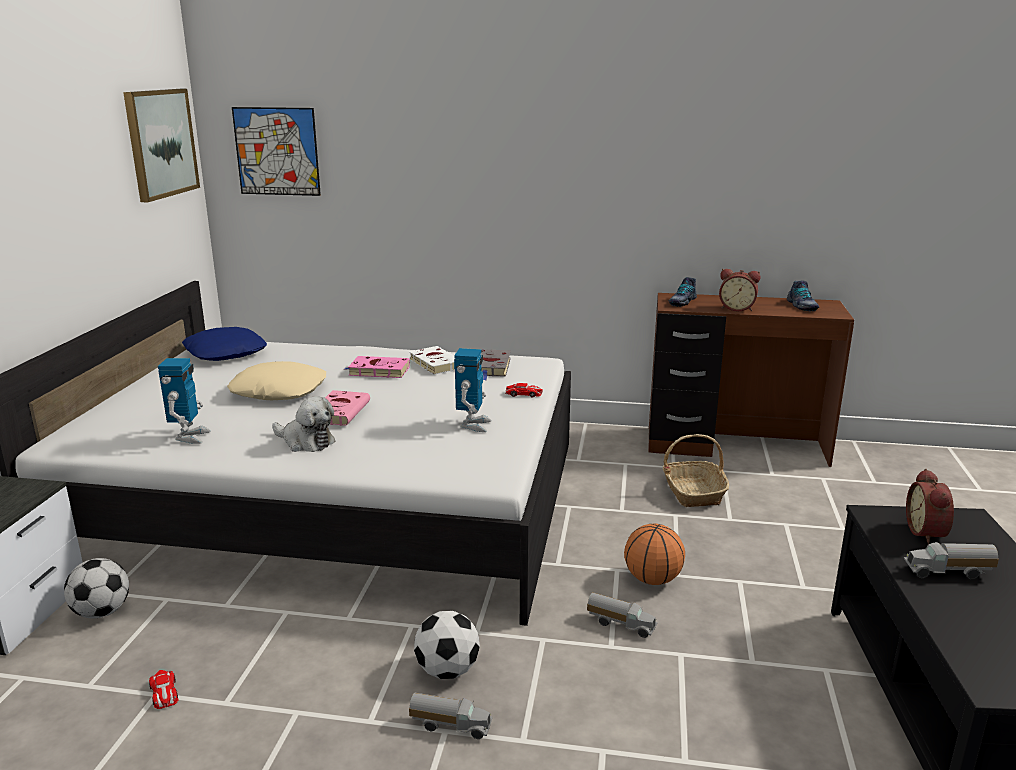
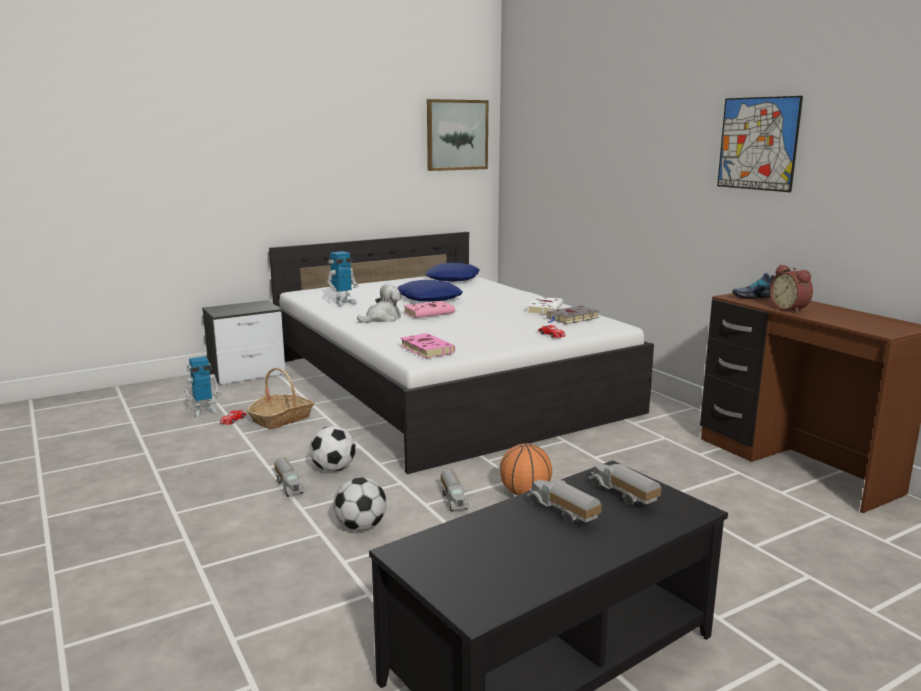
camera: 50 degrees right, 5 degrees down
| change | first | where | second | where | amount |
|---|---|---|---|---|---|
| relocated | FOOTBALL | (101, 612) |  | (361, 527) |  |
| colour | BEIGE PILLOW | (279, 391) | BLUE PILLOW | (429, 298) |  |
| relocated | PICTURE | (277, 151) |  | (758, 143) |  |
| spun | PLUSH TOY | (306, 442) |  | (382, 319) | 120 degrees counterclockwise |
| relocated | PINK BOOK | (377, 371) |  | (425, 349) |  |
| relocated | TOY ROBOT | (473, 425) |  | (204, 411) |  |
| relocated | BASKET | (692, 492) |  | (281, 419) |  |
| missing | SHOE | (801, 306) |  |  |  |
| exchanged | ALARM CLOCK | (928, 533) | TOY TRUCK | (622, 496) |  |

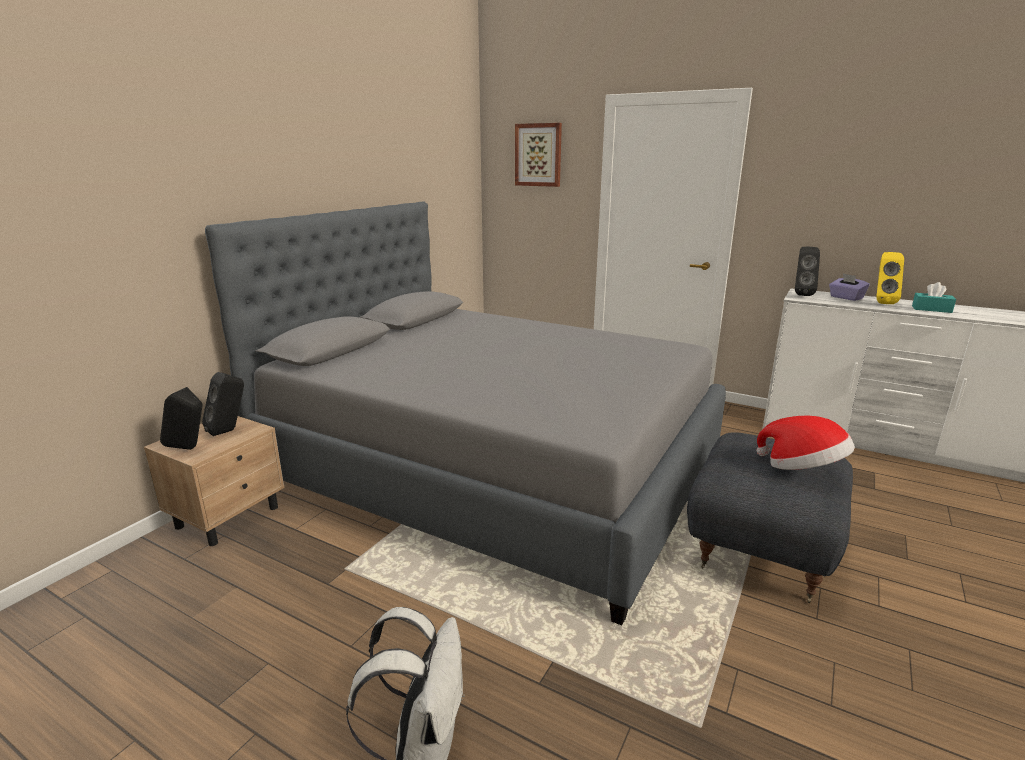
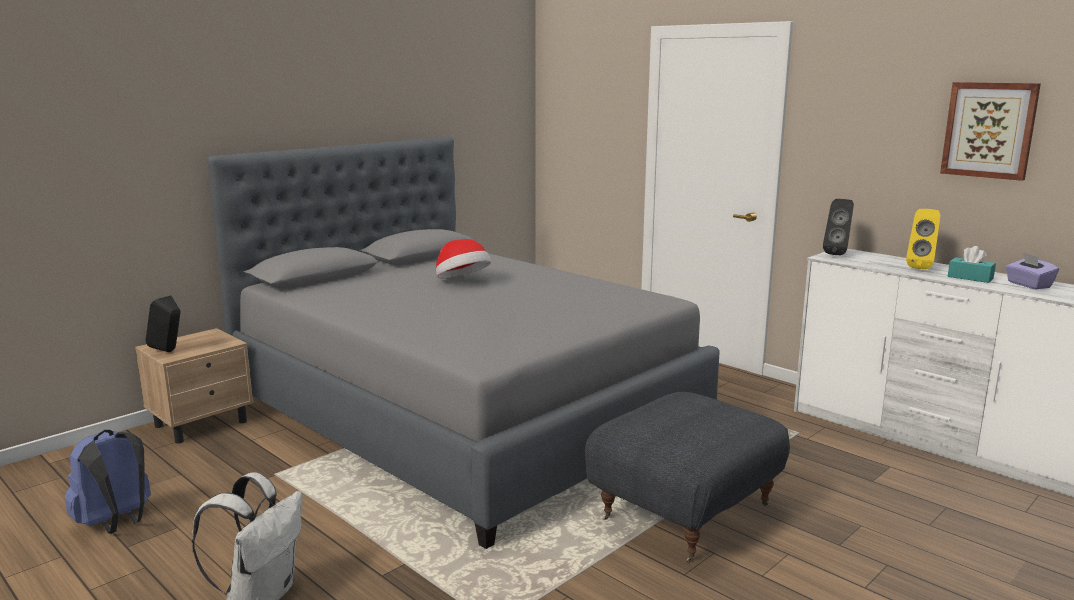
camera: 15 degrees right, 5 degrees down
| change | first | where | second | where | amount |
|---|---|---|---|---|---|
| missing | BLACK SPEAKER | (229, 431) |  |  |  |
| relocated | PICTURE | (538, 155) |  | (989, 130) |  |
| relocated | HAT | (802, 469) |  | (462, 281) |  |
| relocated | PURPLE TISSUE BOX | (846, 298) |  | (1028, 285) |  |
| appeared |  |  | BLUE BACKPACK | (116, 523) |  |

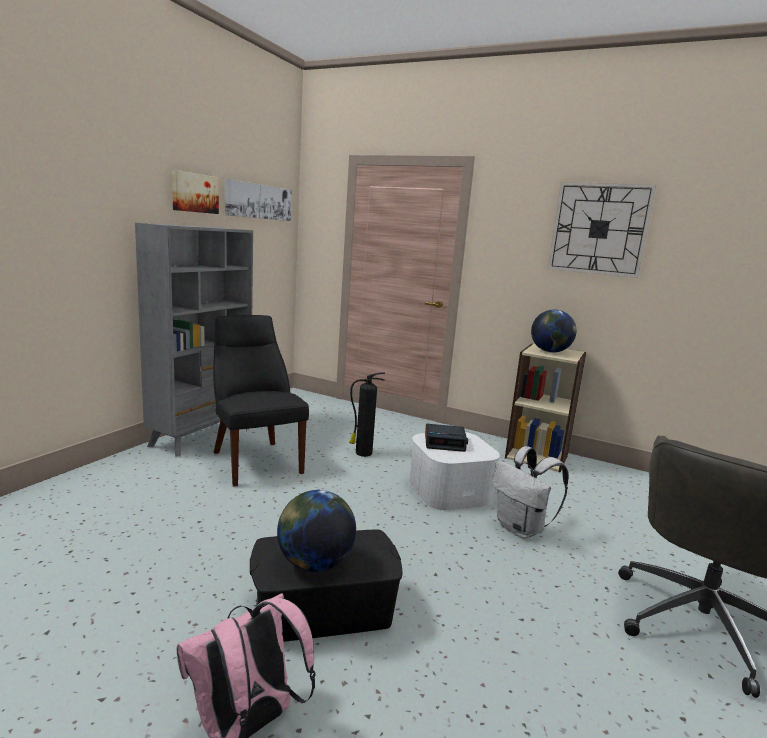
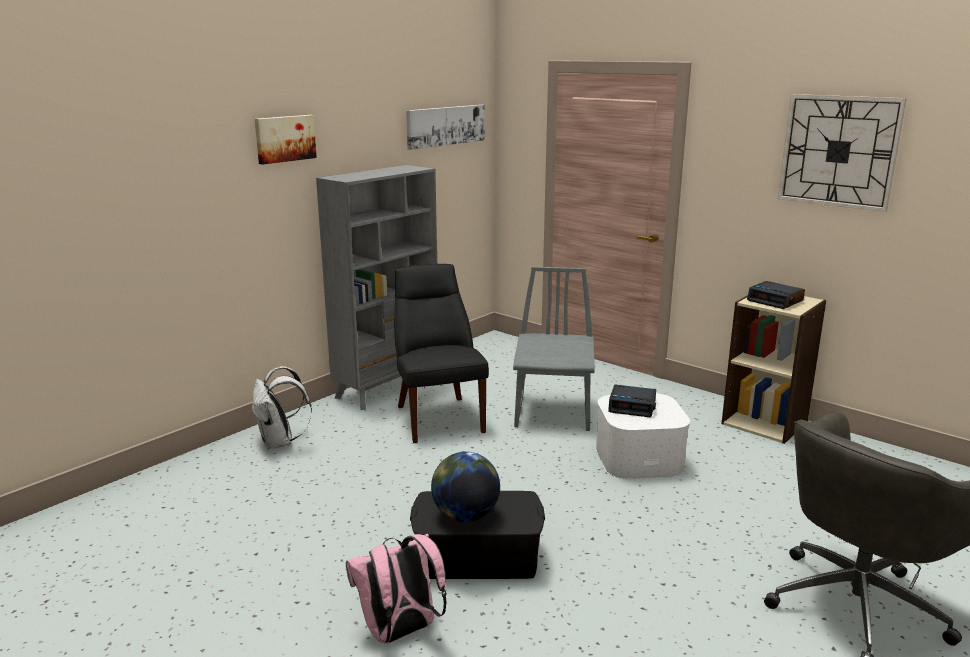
camera: 15 degrees right, 5 degrees up
| change | first | where | second | where | amount |
|---|---|---|---|---|---|
| relocated | PICTURE | (194, 193) |  | (284, 138) |  |
| exchanged | FIRE EXTINGUISHER | (362, 453) | GREY CHAIR | (554, 412) |  |
| relocated | WHITE BACKPACK | (521, 529) |  | (280, 443) |  |
| exchanged | GLOBE | (550, 351) | ALARM CLOCK | (775, 301) |  |

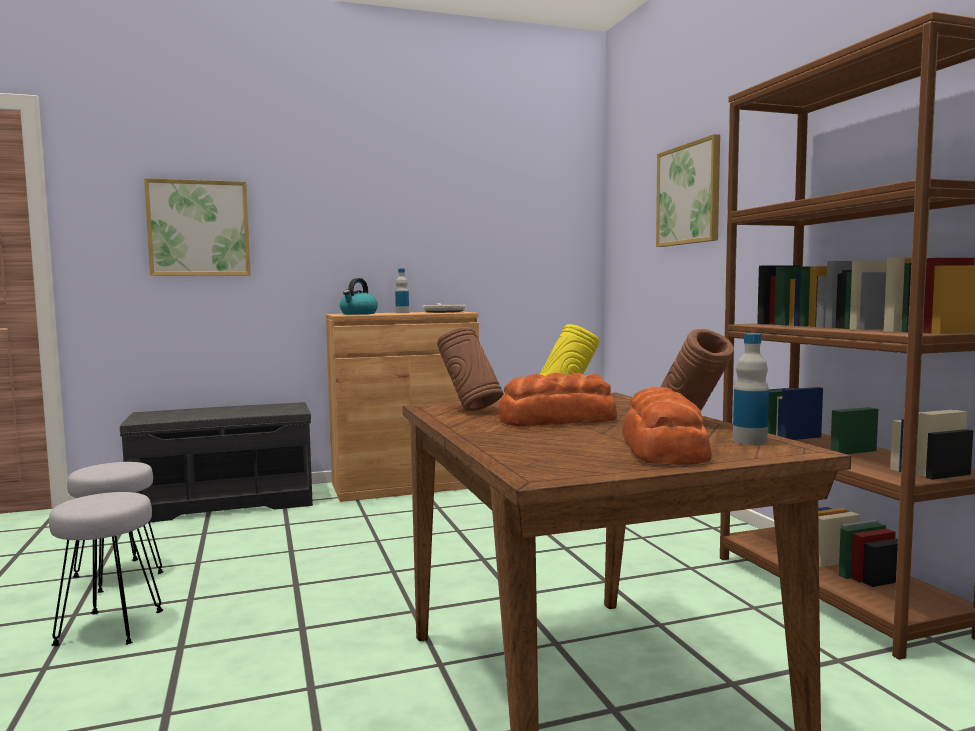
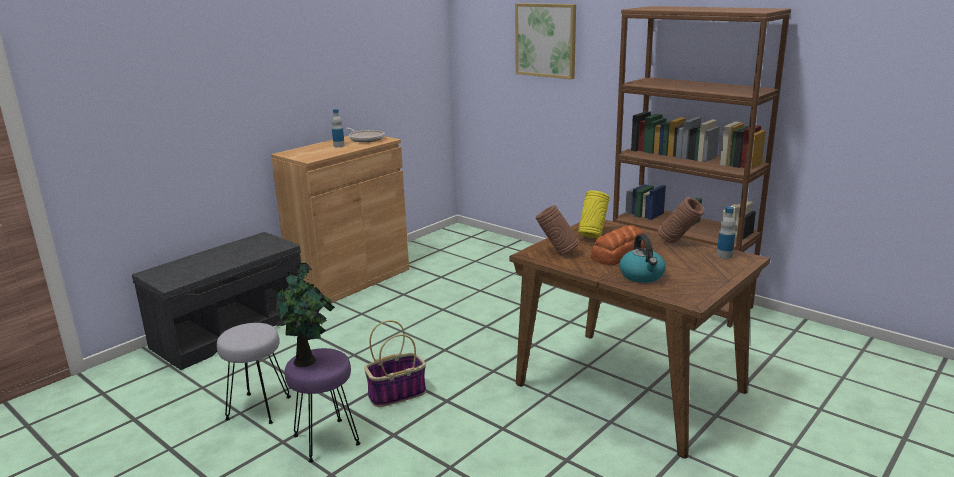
camera: 30 degrees left, 15 degrees up
| change | first | where | second | where | amount |
|---|---|---|---|---|---|
| colour | GREY STOOL | (109, 628) | PURPLE STOOL | (326, 441) |  |
| missing | PICTURE | (199, 228) |  |  |  |
| relocated | KETTLE | (358, 314) |  | (642, 276) |  |
| missing | BREAD | (662, 449) |  |  |  |
| appeared |  |  | POTTED PLANT | (307, 361) |  |
| appeared |  |  | BASKET | (397, 393) |  |

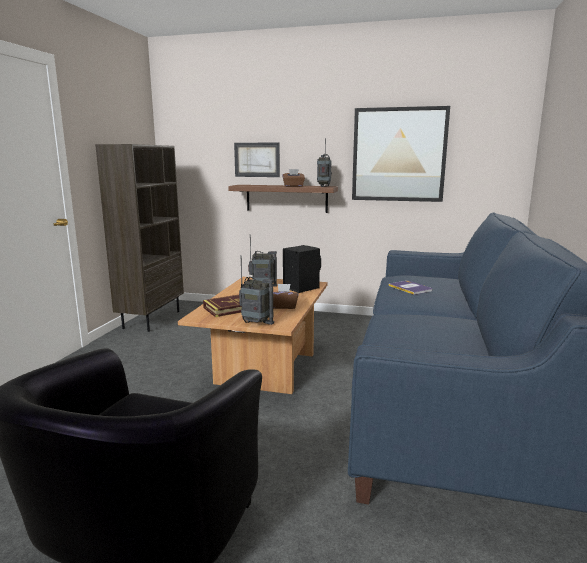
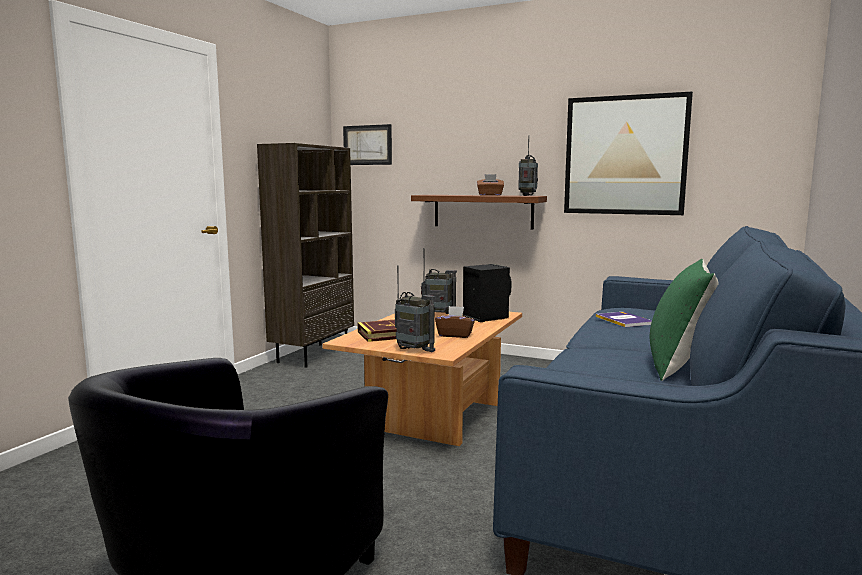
camera: 10 degrees right, 5 degrees down
| change | first | where | second | where | amount |
|---|---|---|---|---|---|
| relocated | PICTURE | (257, 159) |  | (367, 145) |  |
| appeared |  |  | GREEN PILLOW | (678, 366) |  |

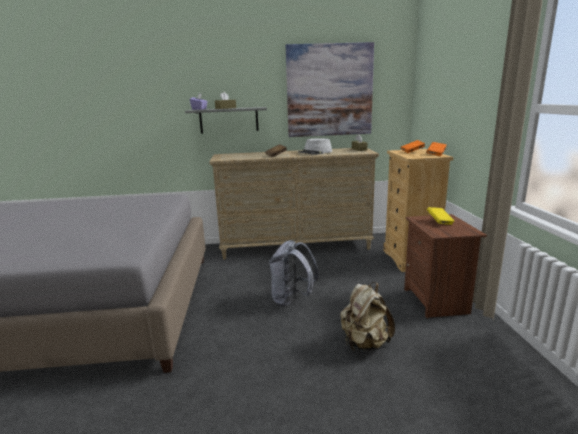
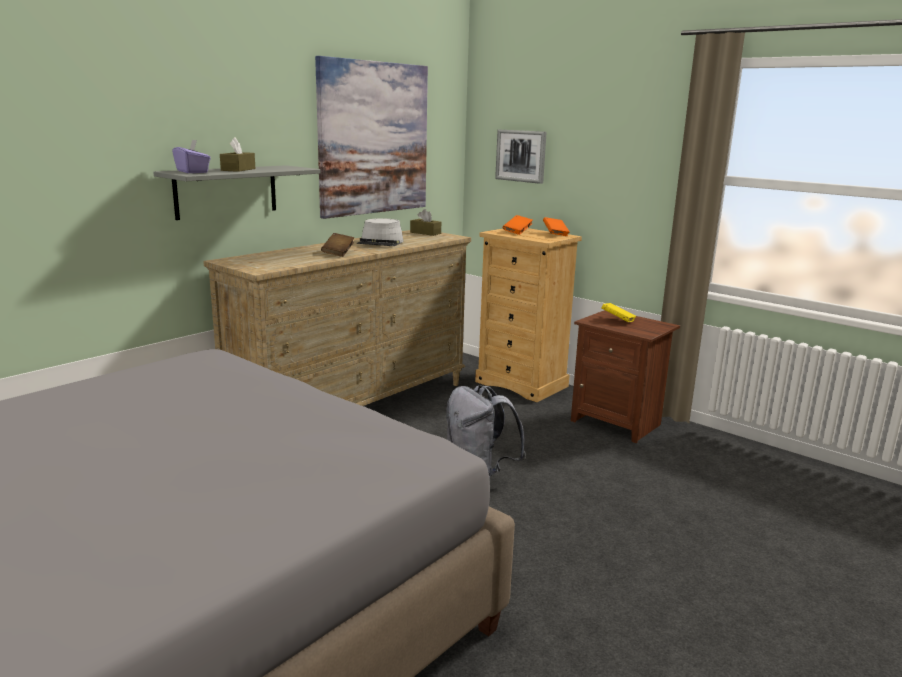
camera: 45 degrees left, 0 degrees up
| change | first | where | second | where | amount |
|---|---|---|---|---|---|
| missing | BEIGE BACKPACK | (364, 344) |  |  |  |
| appeared |  |  | PICTURE | (521, 156) |  |

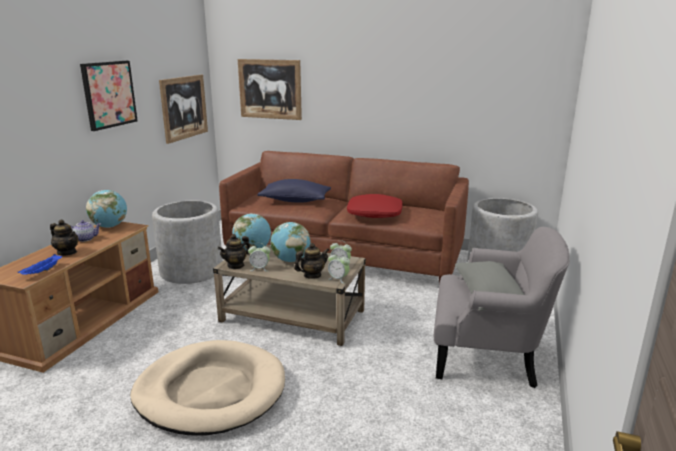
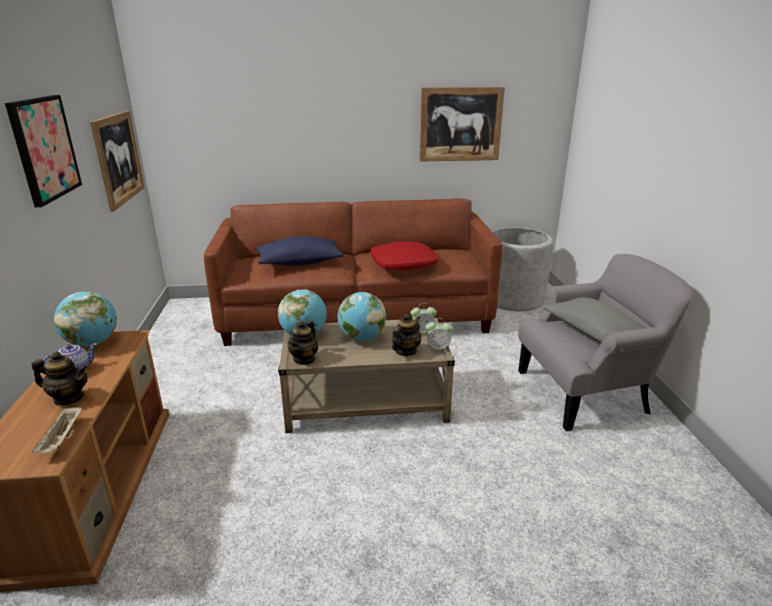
camera: 25 degrees left, 5 degrees up
| change | first | where | second | where | amount |
|---|---|---|---|---|---|
| colour | BLUE TRAY | (42, 272) | BEIGE TRAY | (62, 439) |  |
| missing | BEIGE DOG BED | (210, 391) |  |  |  |
| missing | GREY PLANTER | (192, 270) |  |  |  |
| relocated | PICTURE | (270, 89) |  | (460, 124) |  |
| missing | ALARM CLOCK | (260, 269) |  |  |  |

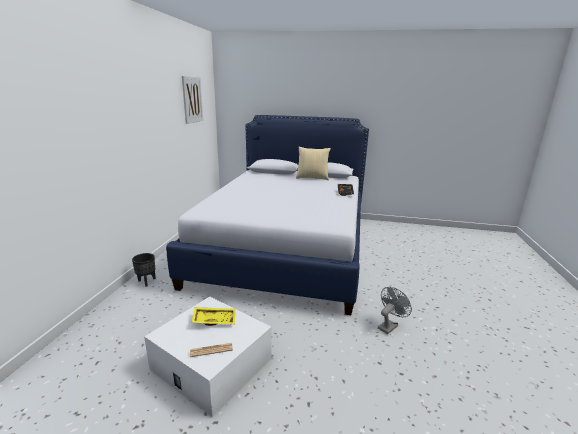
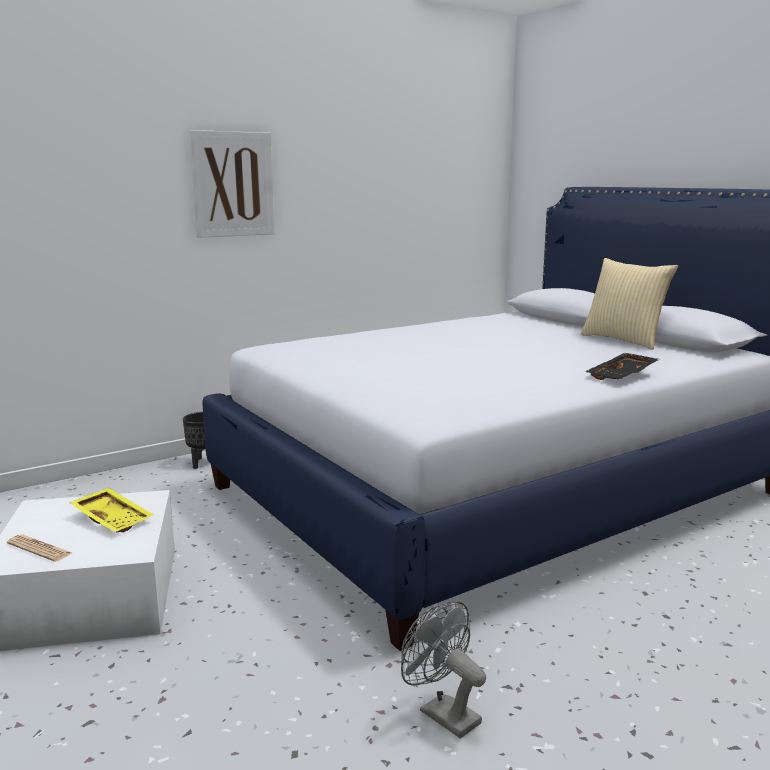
camera: 45 degrees right, 5 degrees down
| change | first | where | second | where | amount |
|---|---|---|---|---|---|
| relocated | PICTURE | (192, 99) |  | (232, 184) |  |
| spun | GREY FAN | (389, 326) |  | (442, 713) | 135 degrees counterclockwise |

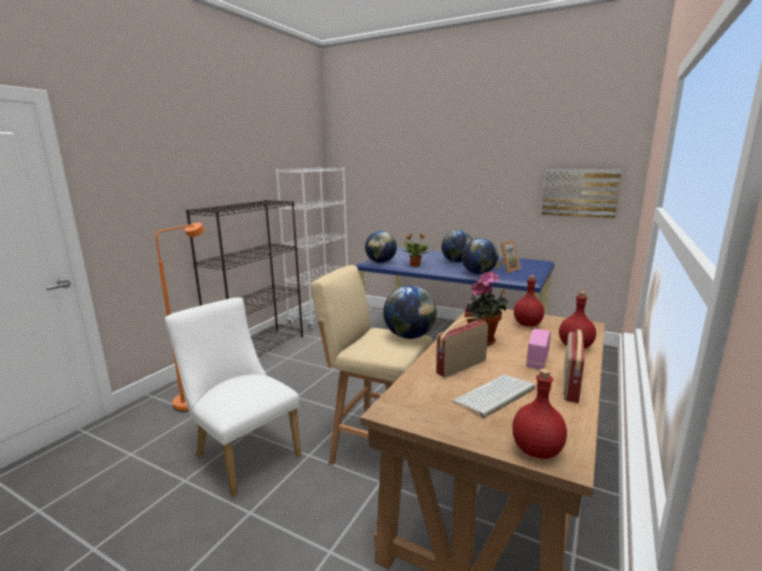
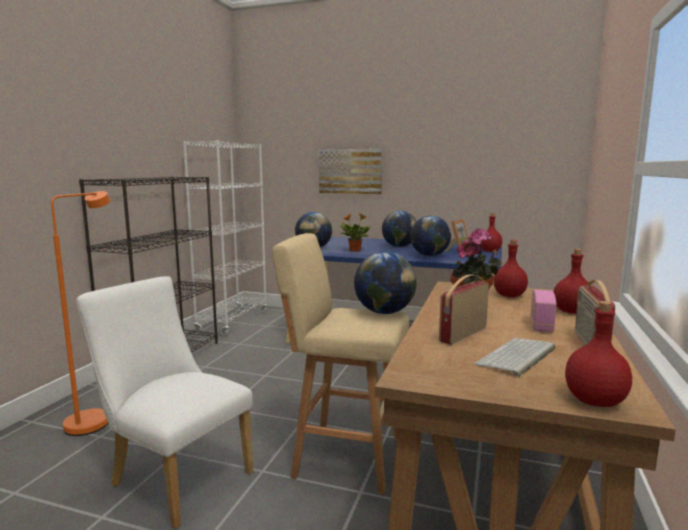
camera: 10 degrees left, 5 degrees down
| change | first | where | second | where | amount |
|---|---|---|---|---|---|
| relocated | PICTURE | (579, 193) |  | (350, 171) |  |
| appeared |  |  | RED BOTTLE | (490, 251) |  |

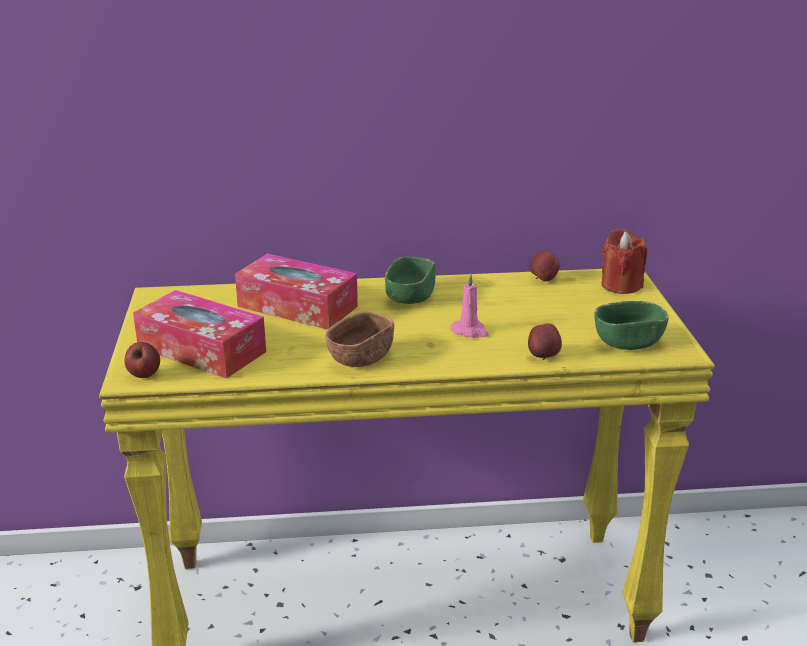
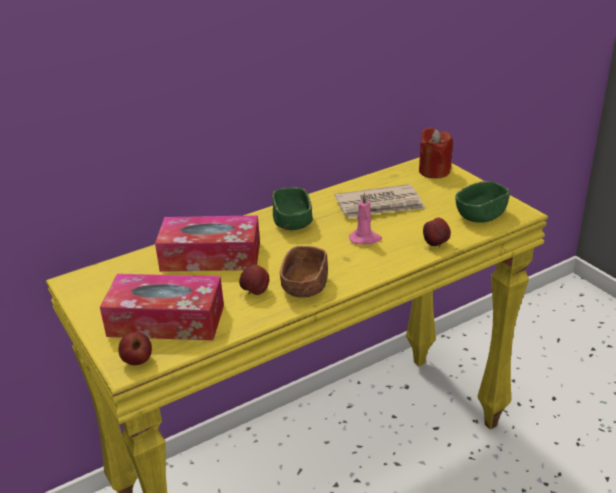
camera: 25 degrees left, 5 degrees up
| change | first | where | second | where | amount |
|---|---|---|---|---|---|
| relocated | APPLE | (543, 279) |  | (255, 292) |  |
| appeared |  |  | NEWSPAPER | (380, 205) |  |

